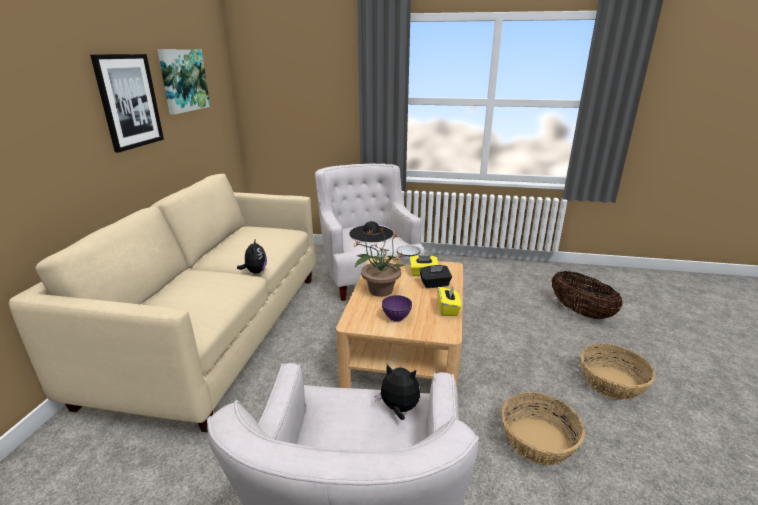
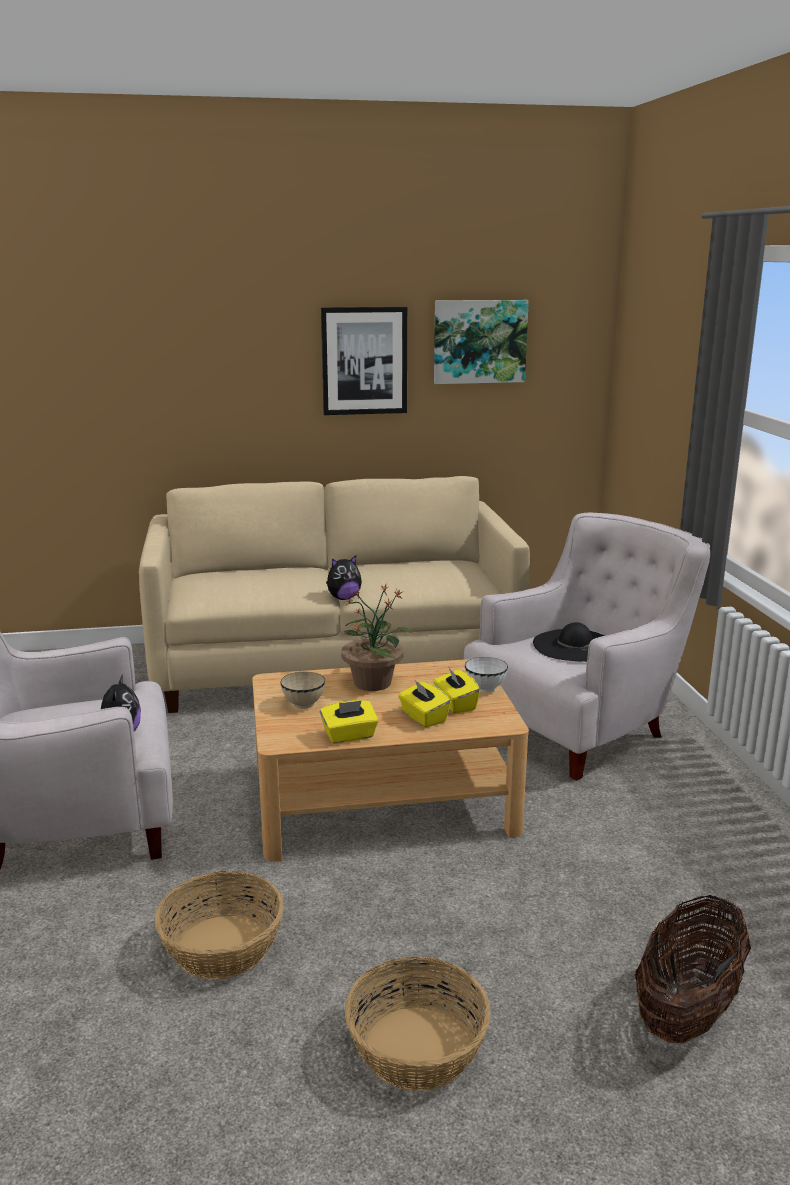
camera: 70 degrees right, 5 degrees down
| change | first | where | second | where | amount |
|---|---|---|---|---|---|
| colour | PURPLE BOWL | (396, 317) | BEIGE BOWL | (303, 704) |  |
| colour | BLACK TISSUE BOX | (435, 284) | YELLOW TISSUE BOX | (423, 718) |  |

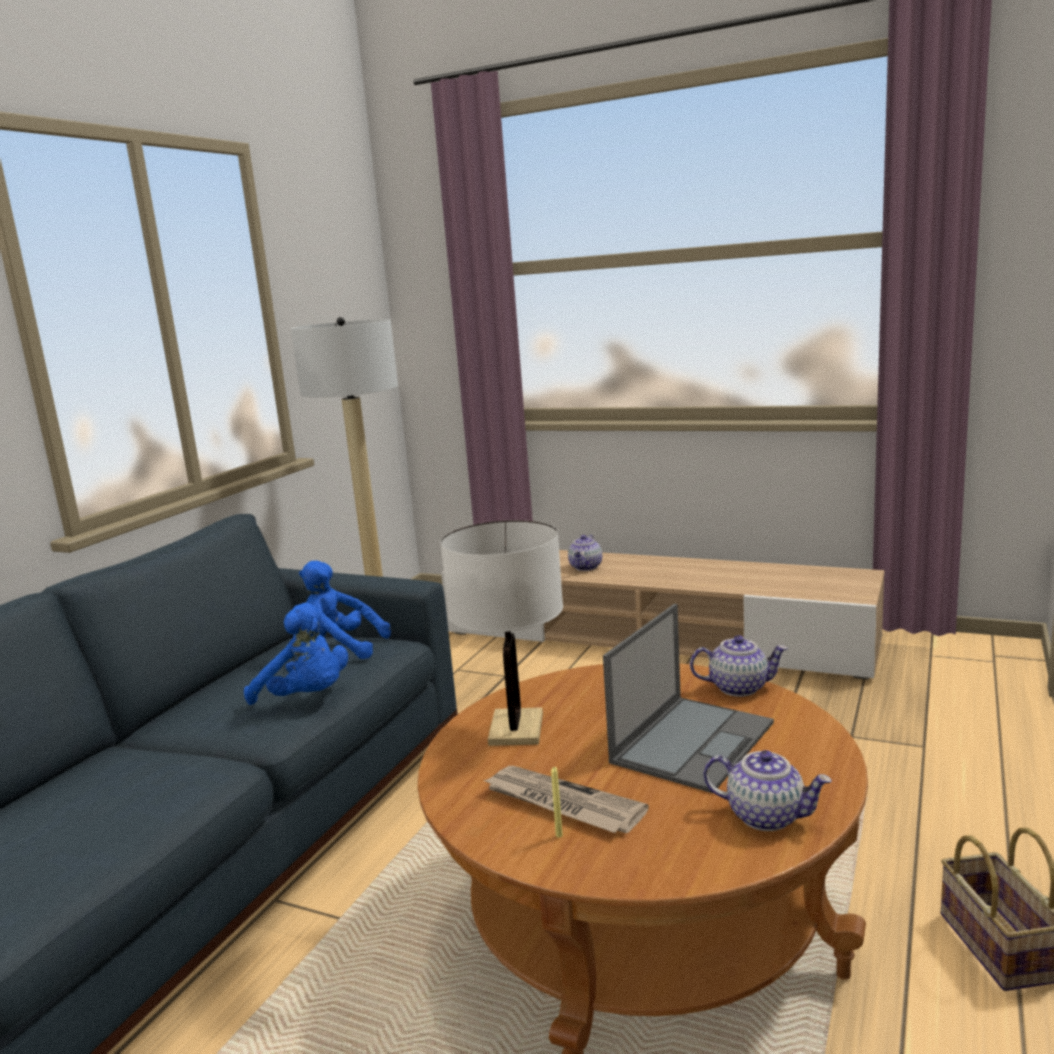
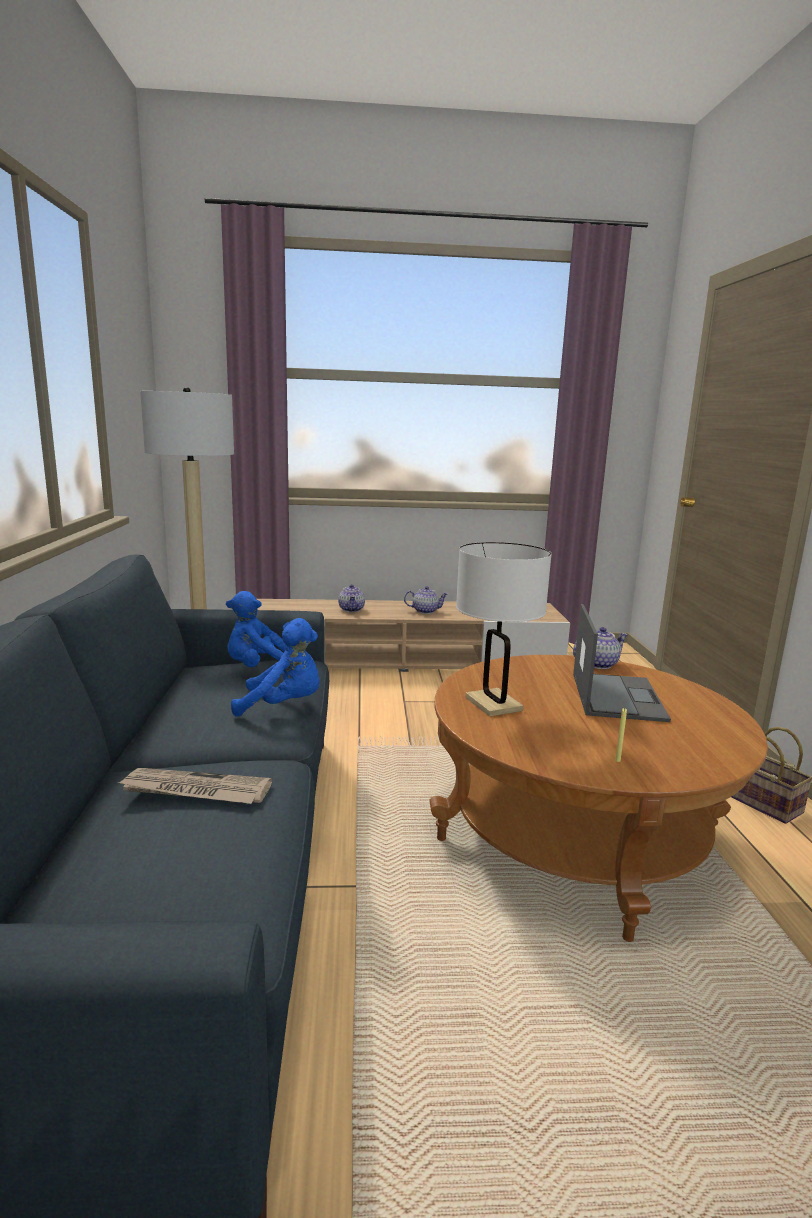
camera: 30 degrees left, 0 degrees up
| change | first | where | second | where | amount |
|---|---|---|---|---|---|
| relocated | NEWSPAPER | (561, 803) |  | (195, 791) |  |
| relocated | TEAPOT | (766, 816) |  | (425, 611) |  |

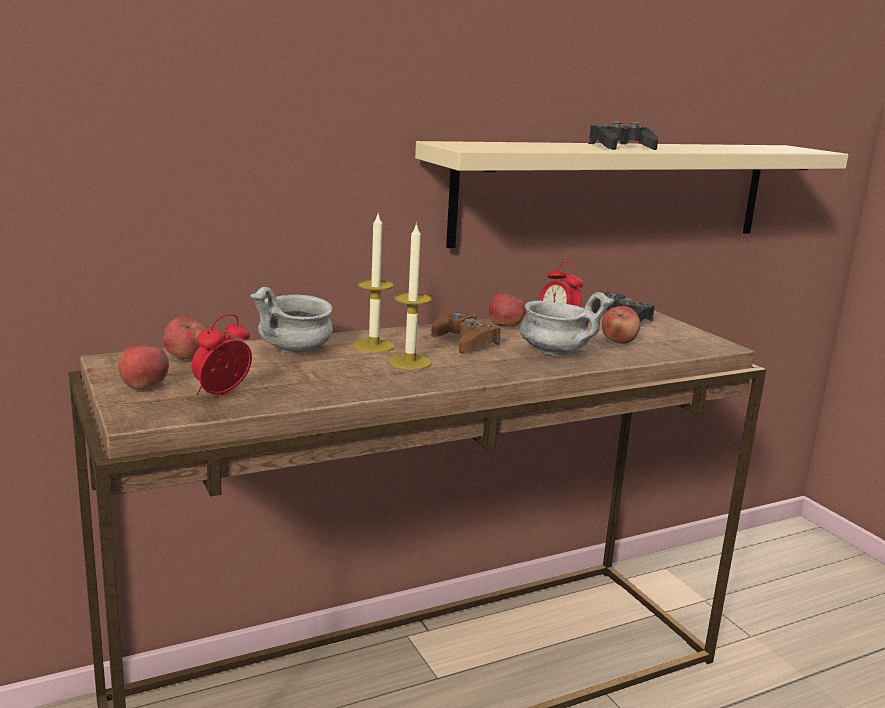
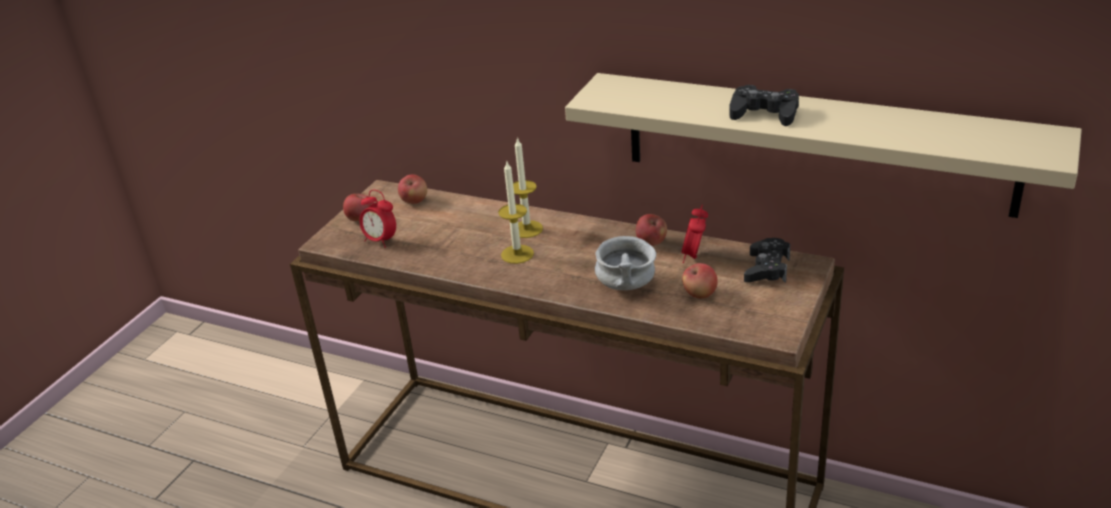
camera: 55 degrees right, 15 degrees up
| change | first | where | second | where | amount |
|---|---|---|---|---|---|
| spun | ALARM CLOCK | (222, 395) |  | (381, 241) | 150 degrees counterclockwise |
| missing | GREY BOWL | (294, 351) |  |  |  |
| missing | BROWN GAME CONTROLLER | (465, 341) |  |  |  |

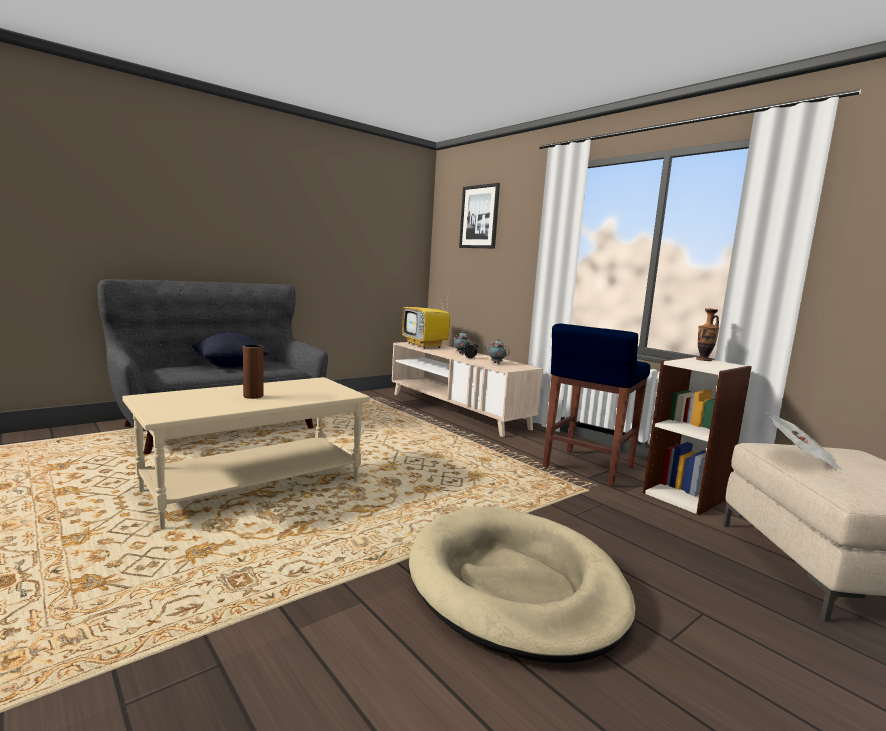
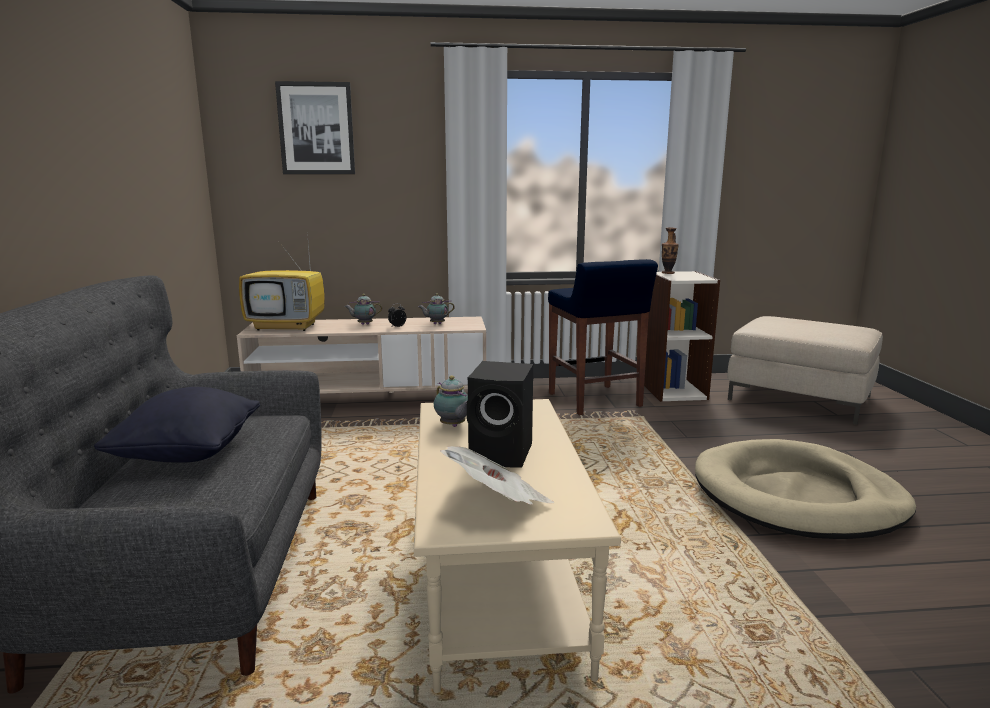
camera: 55 degrees left, 5 degrees up
| change | first | where | second | where | amount |
|---|---|---|---|---|---|
| exchanged | BROWN VASE | (253, 396) | BLACK SPEAKER | (503, 454) |  |
| relocated | NEWSPAPER | (800, 459) |  | (498, 502) |  |
| appeared |  |  | TEAPOT | (453, 426) |  |

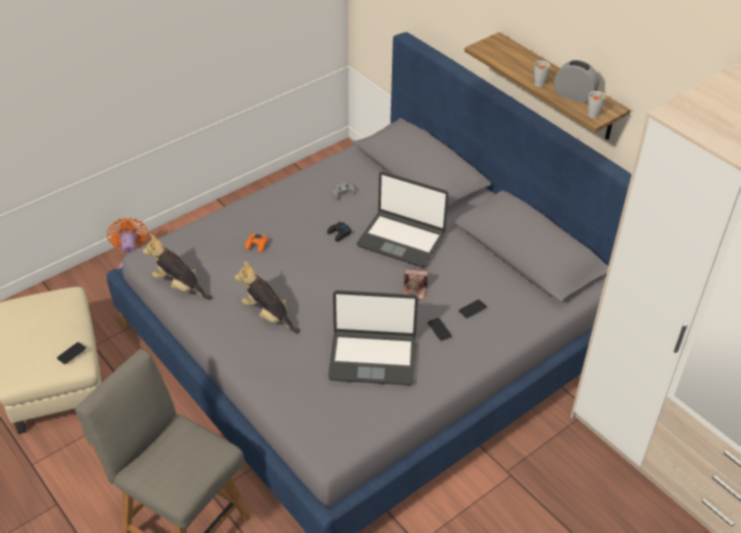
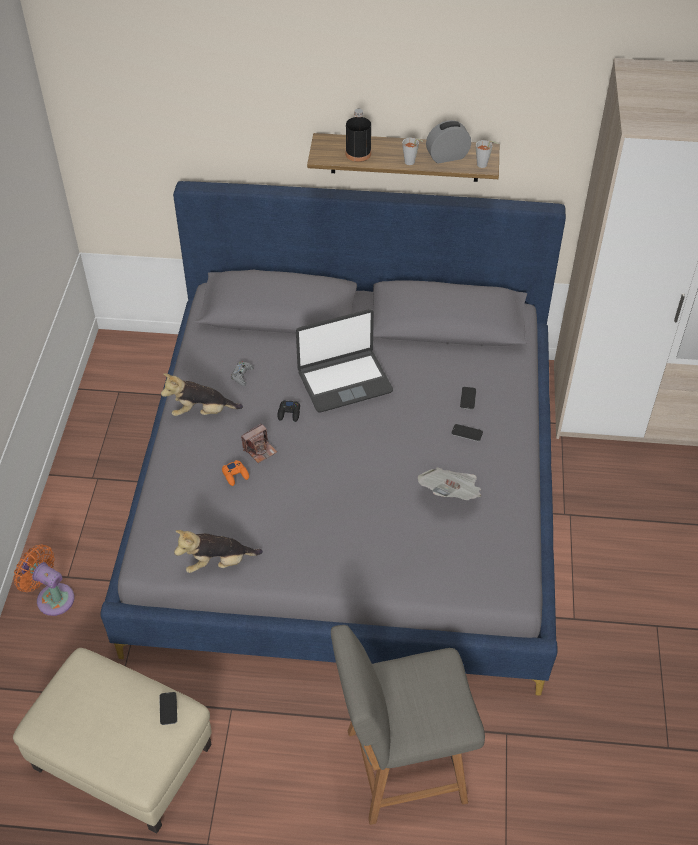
camera: 45 degrees left, 5 degrees up
| change | first | where | second | where | amount |
|---|---|---|---|---|---|
| relocated | PLUSH TOY | (268, 315) |  | (202, 412) |  |
| exchanged | LAPTOP | (372, 358) | NEWSPAPER | (451, 494) |  |
| relocated | PHOTO CAMERA | (415, 290) |  | (260, 450) |  |
| appeared |  |  | BLACK BOTTLE | (358, 153) |  |

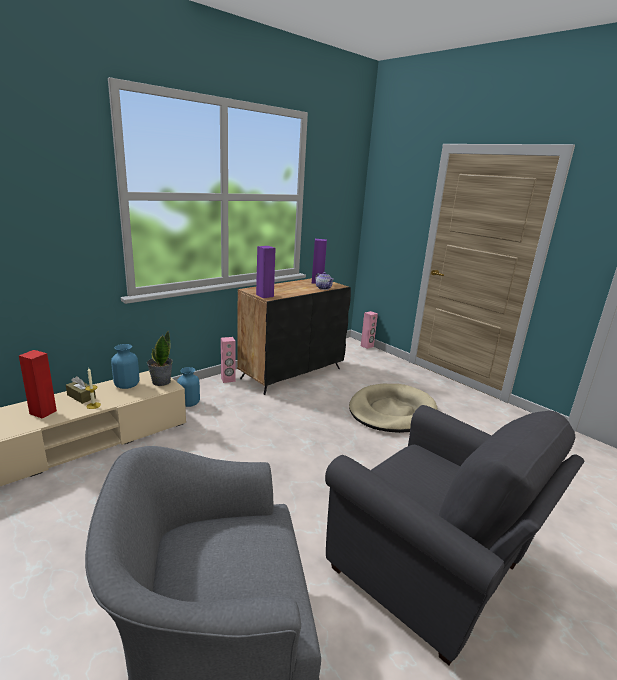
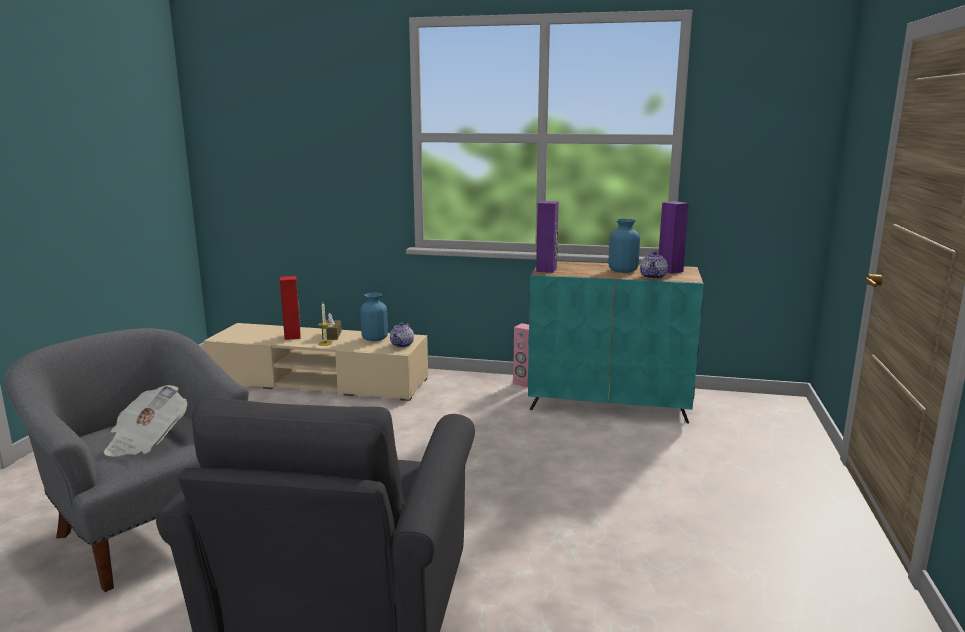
camera: 55 degrees right, 5 degrees down
| change | first | where | second | where | amount |
|---|---|---|---|---|---|
| exchanged | POTTED PLANT | (161, 382) | TEAPOT | (402, 345) |  |
| relocated | BLUE VASE | (189, 403) |  | (622, 271) |  |
| colour | BLACK CABINET | (292, 373) | TURQUOISE CABINET | (610, 404) |  |
| missing | BEIGE DOG BED | (391, 411) |  |  |  |
| missing | PINK SPEAKER | (367, 346) |  |  |  |
| appeared |  |  | NEWSPAPER | (147, 441) |  |

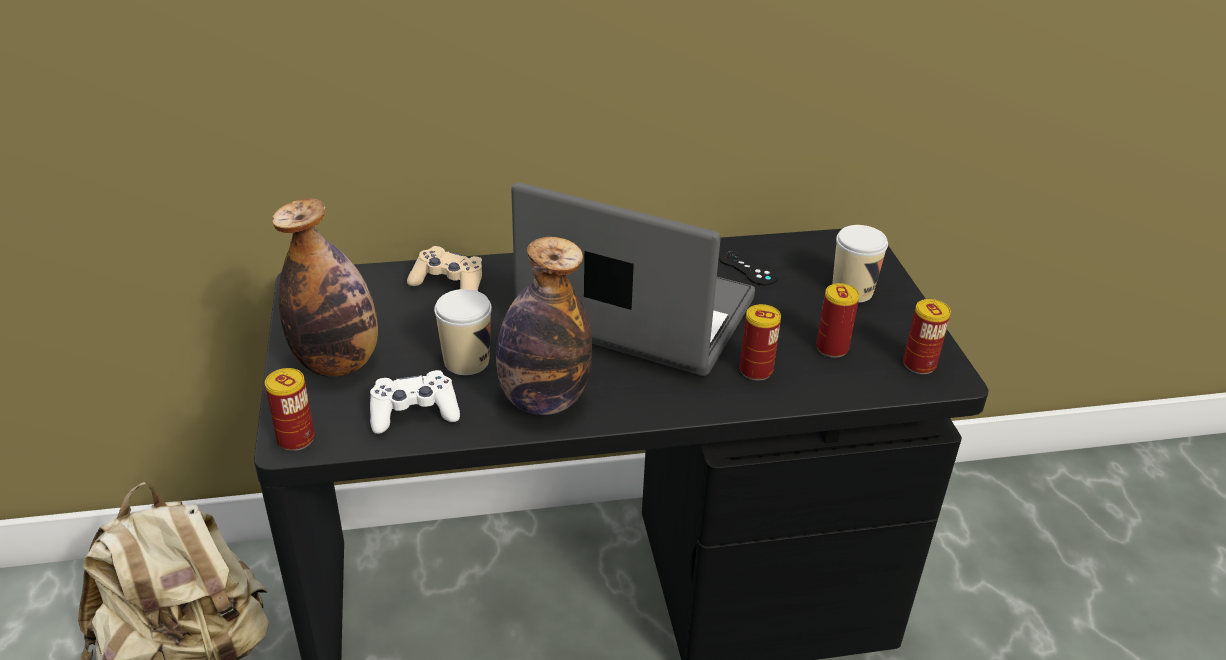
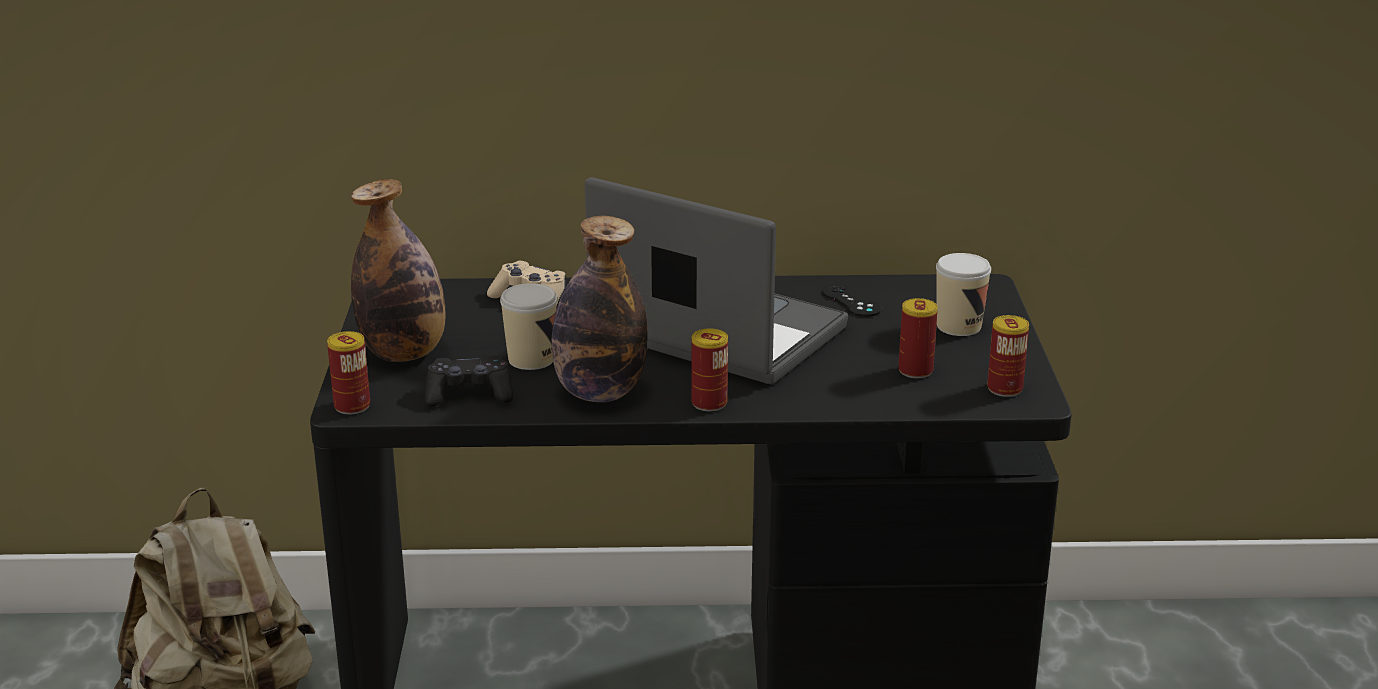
camera: 10 degrees right, 10 degrees down
| change | first | where | second | where | amount |
|---|---|---|---|---|---|
| colour | WHITE GAME CONTROLLER | (414, 413) | BLACK GAME CONTROLLER | (469, 394) |  |
| relocated | CAN | (756, 370) |  | (709, 403) |  |

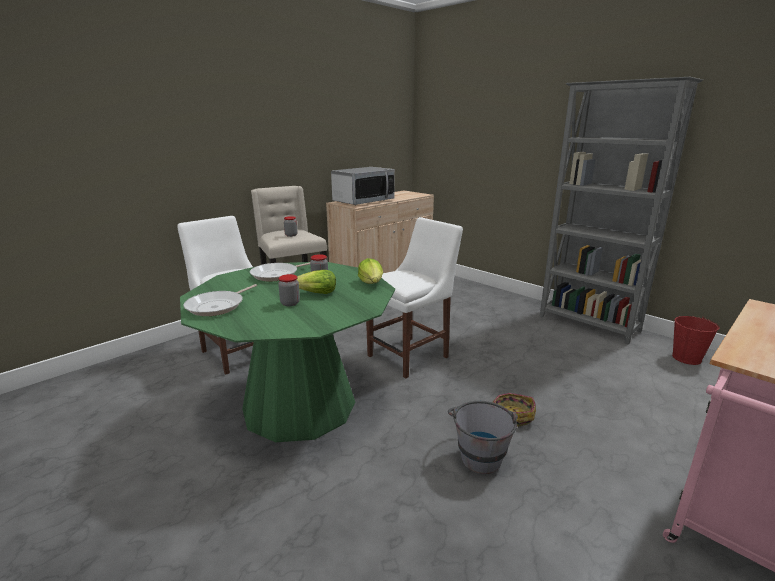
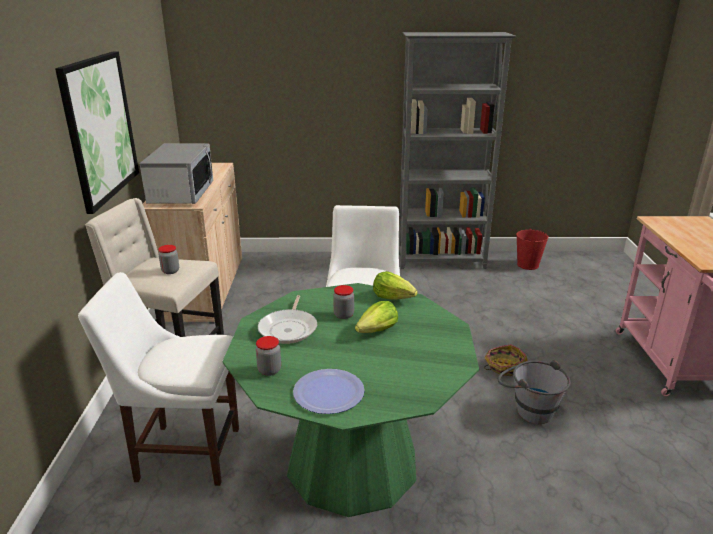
camera: 45 degrees left, 5 degrees up
| change | first | where | second | where | amount |
|---|---|---|---|---|---|
| exchanged | FRYING PAN | (218, 306) | PLATE | (329, 392) |  |
| relocated | JAR | (290, 303) |  | (269, 370) |  |
| appeared |  |  | PICTURE | (100, 128) |  |

